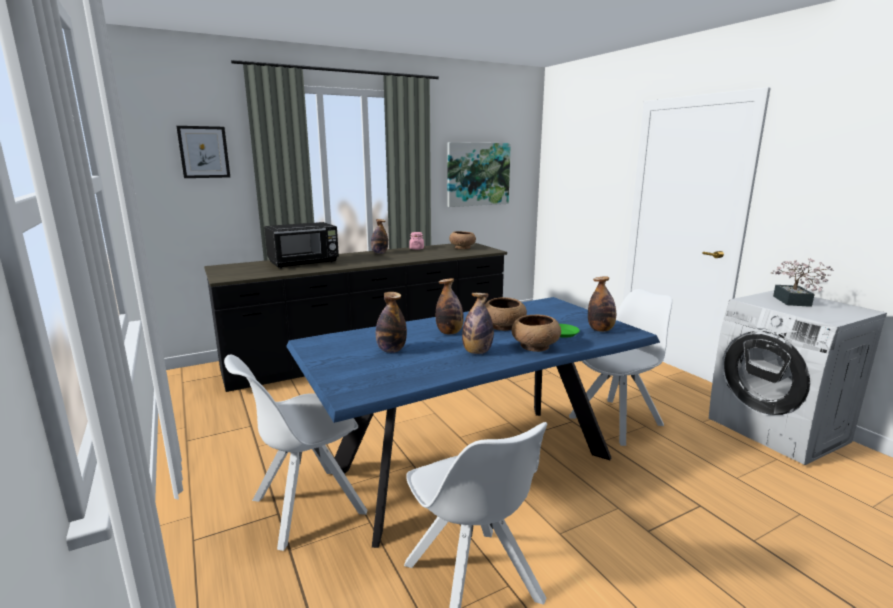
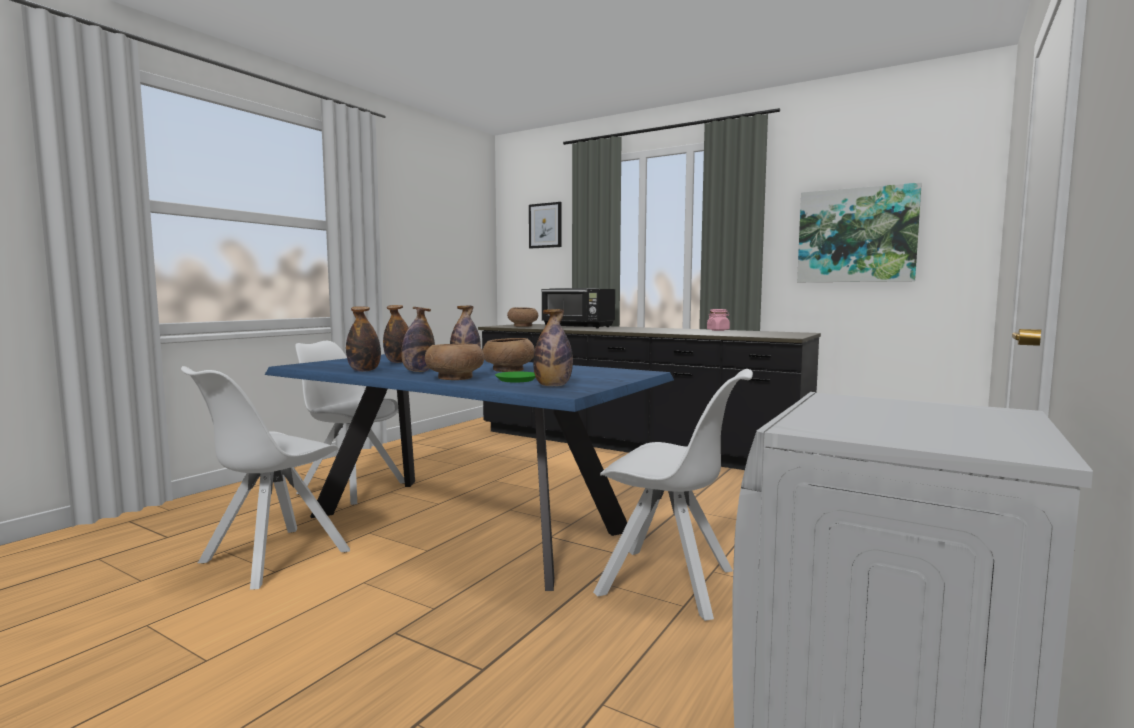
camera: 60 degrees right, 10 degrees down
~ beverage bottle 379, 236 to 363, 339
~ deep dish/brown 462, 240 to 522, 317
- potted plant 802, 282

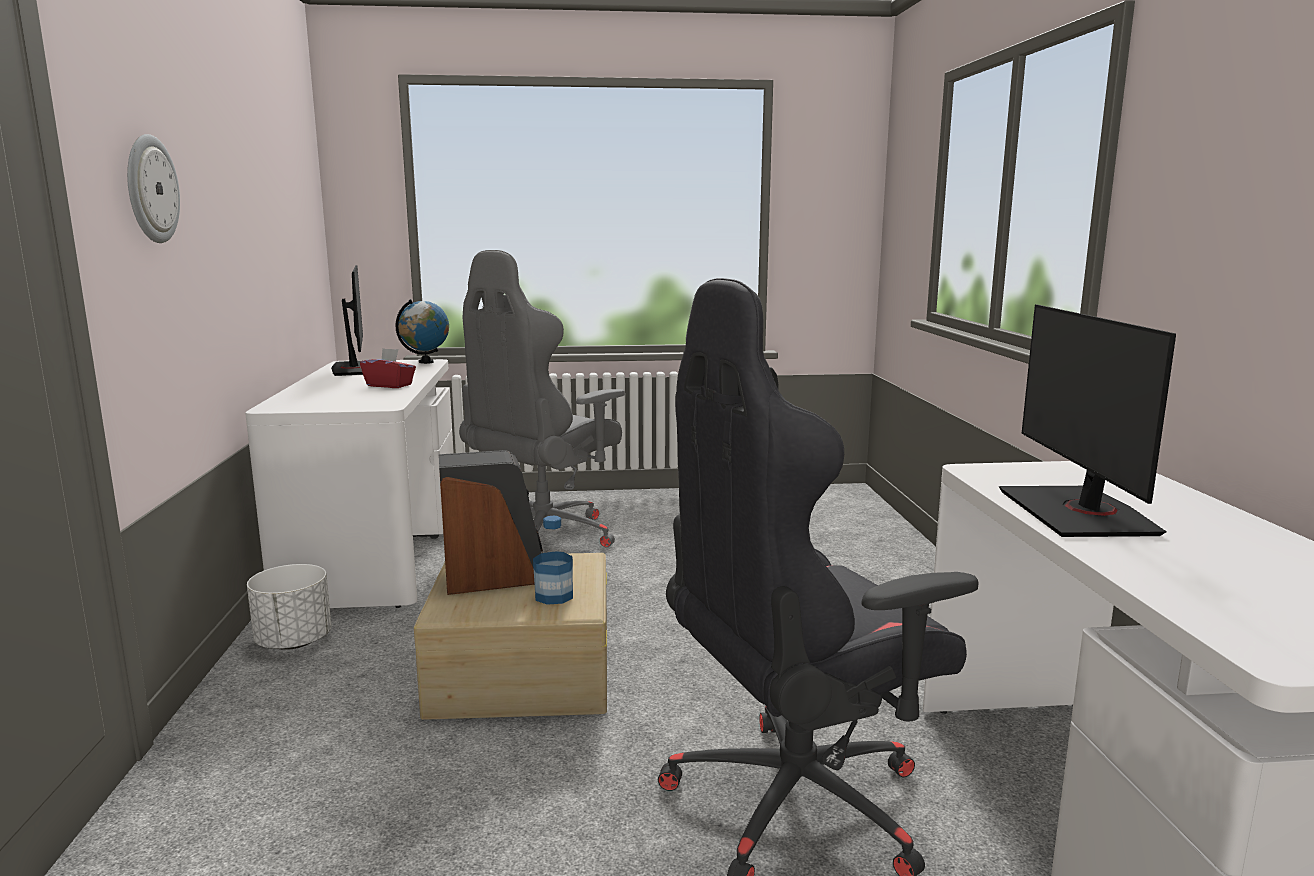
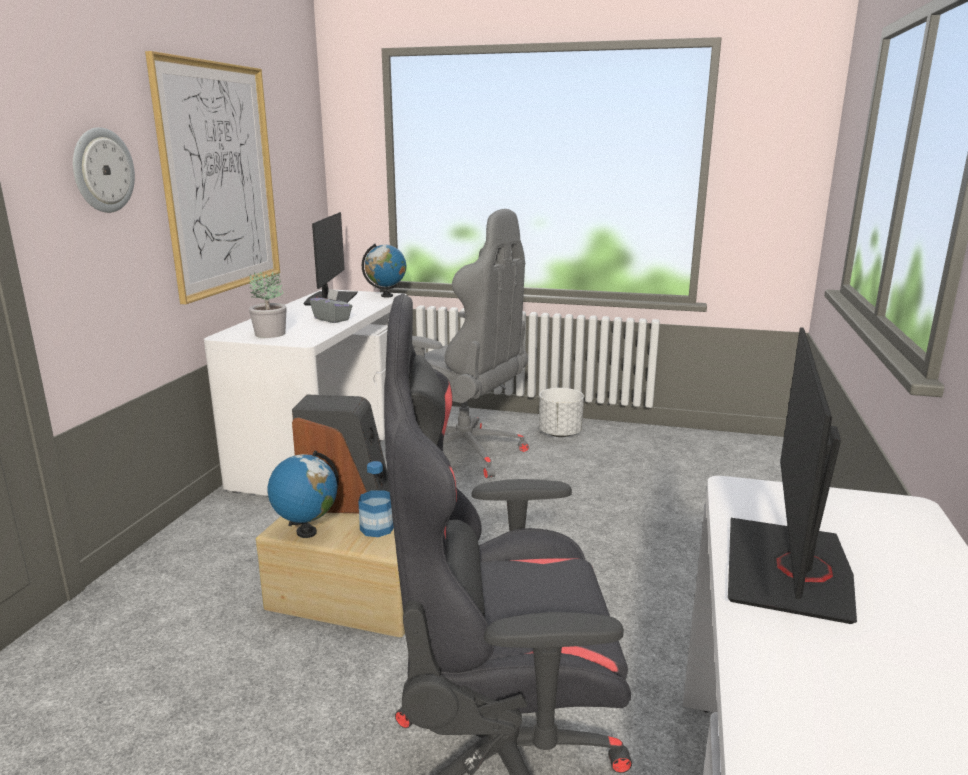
camera: 20 degrees right, 5 degrees up
+ wall picture 212, 177
+ potted plant 268, 305
+ world globe 303, 494
~ box of tissues/reddish 388, 368 to box of tissues/grey 331, 306
~ desk chair/grey 542, 398 = 470, 343 120 degrees counterclockwise
~ plant pot/white 289, 607 to 561, 412

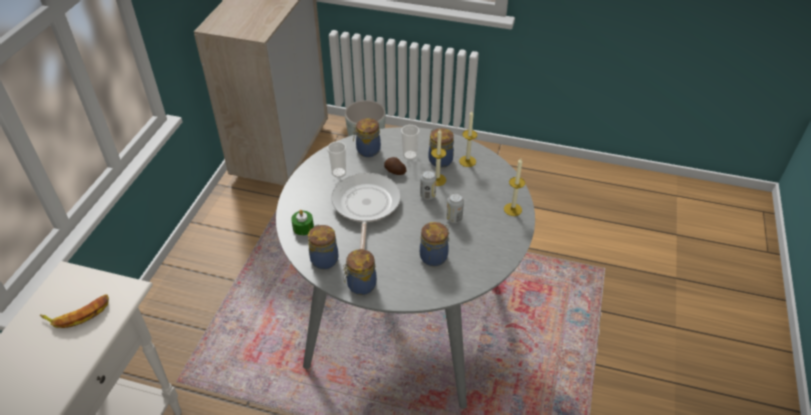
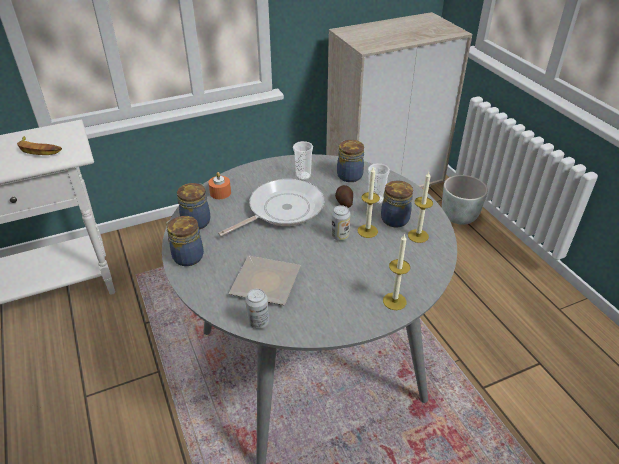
camera: 50 degrees right, 5 degrees down
~ wax light/greenish 302, 222 to wax light/orange 219, 185
~ preserve jar 434, 244 to dinner plate 265, 280
~ sealed can 455, 208 to 257, 309

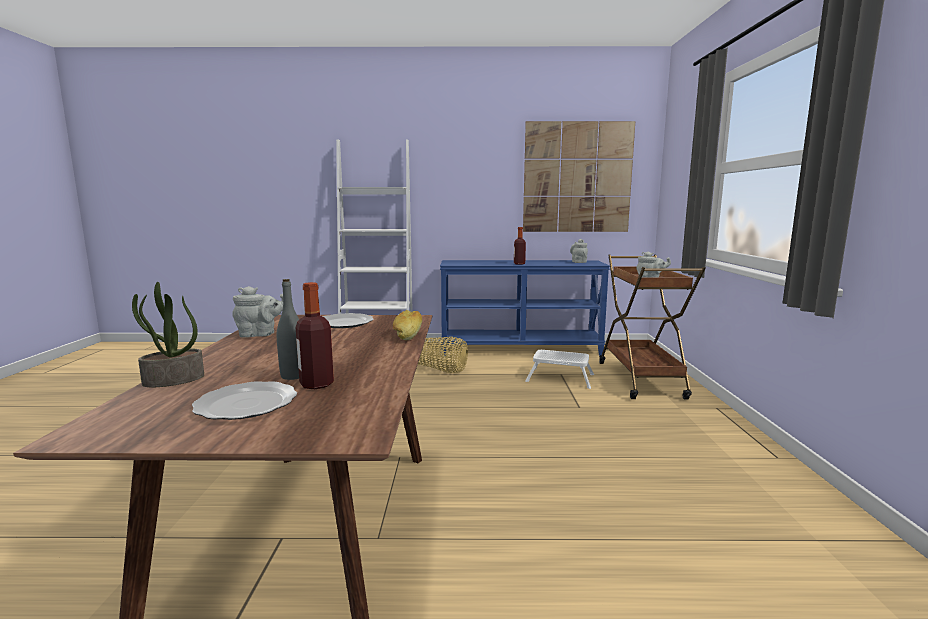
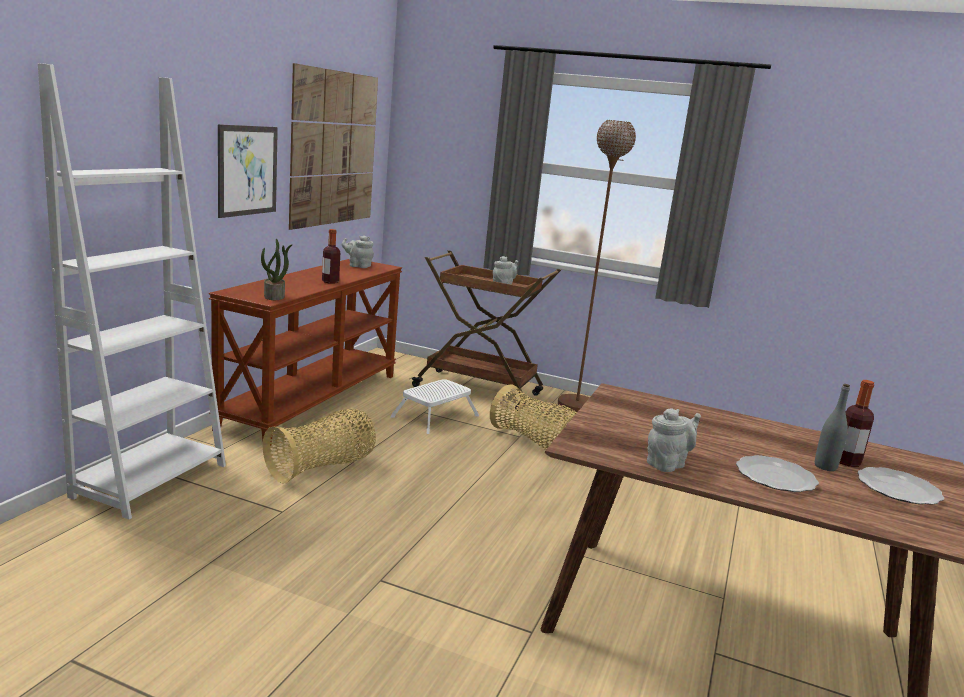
camera: 70 degrees left, 5 degrees up
~ console table/bluish 525, 308 to console table/brown 305, 352
+ wall picture 248, 171
~ potted plant 168, 334 to 277, 269
+ storage basket 533, 417
+ standing lamp/brown 597, 266
~ teapot/grey 257, 312 = 674, 440 45 degrees clockwise
~ dinner plate 348, 320 to 777, 473
- bakery bread 407, 325

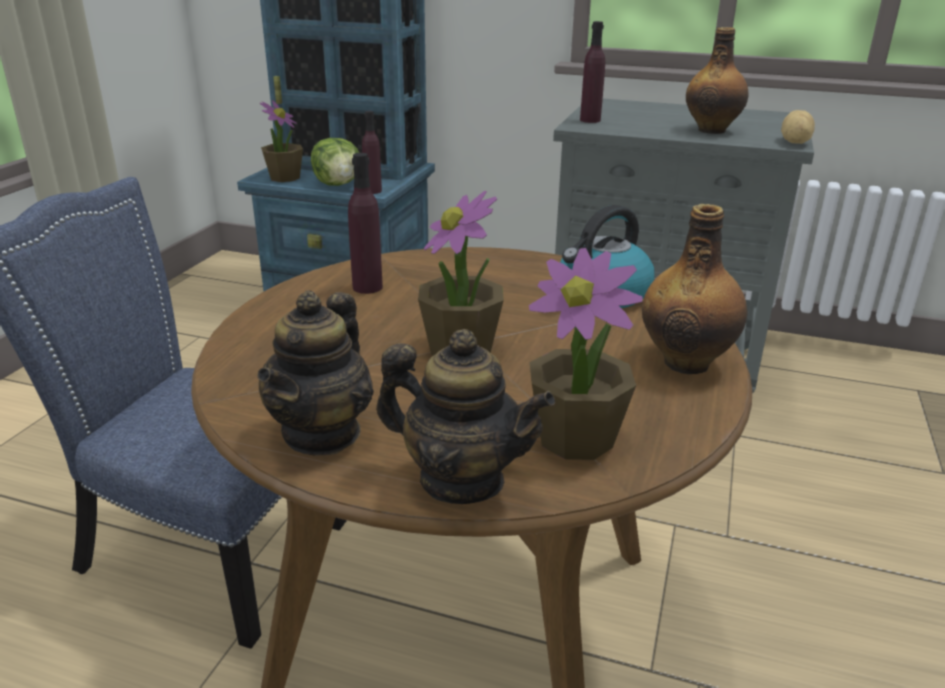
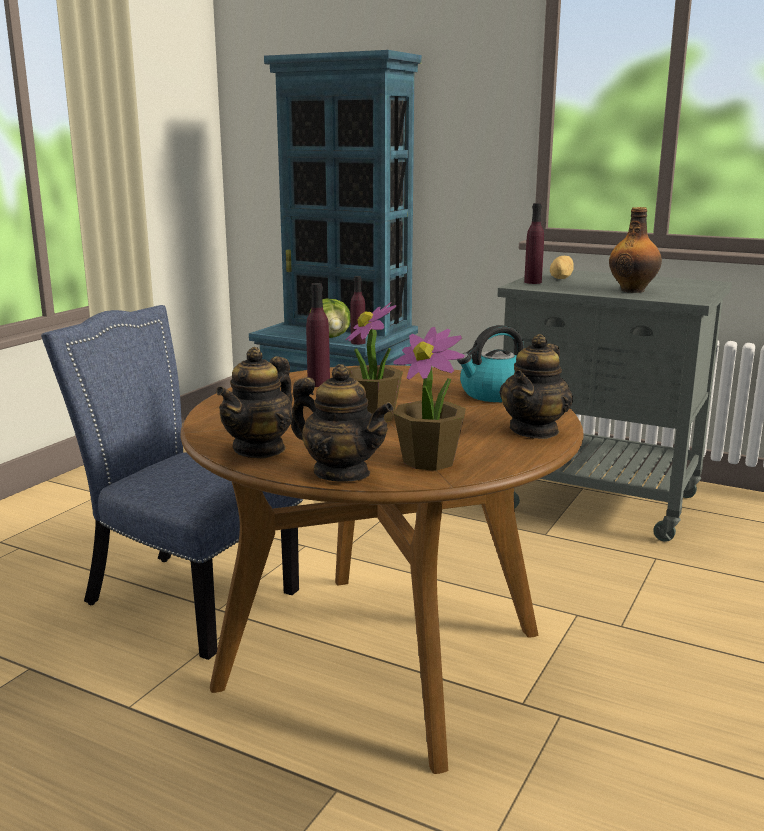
camera: 10 degrees right, 10 degrees down
~ beverage bottle 694, 289 to teapot 536, 386
~ potato 798, 127 to 562, 267
- potted plant 281, 141

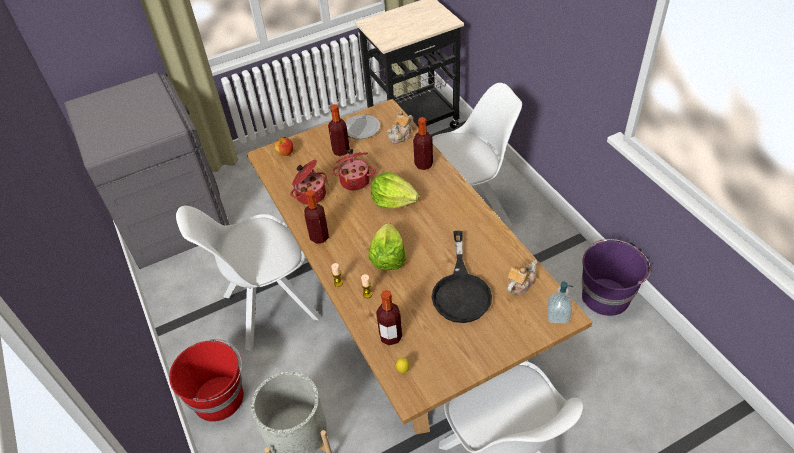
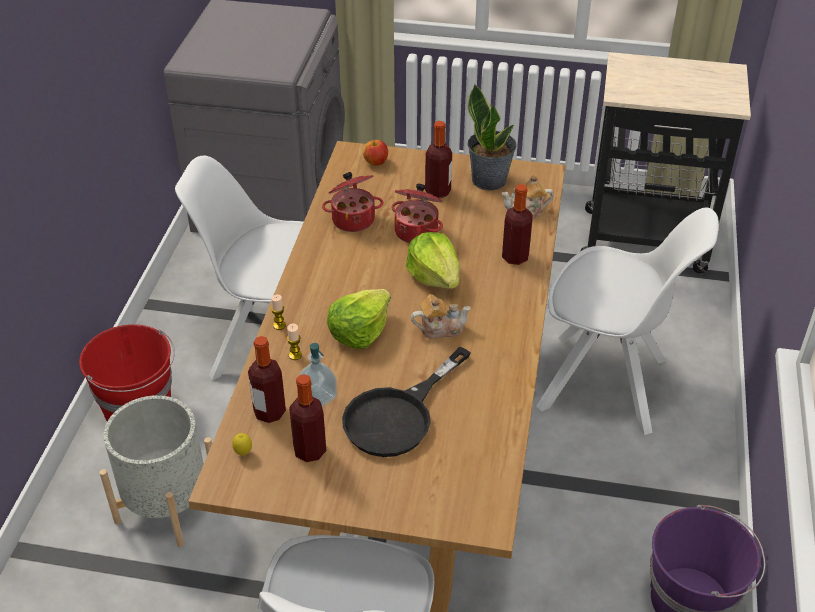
camera: 35 degrees right, 5 degrees down
~ beverage bottle 316, 217 to 307, 418
~ soap bottle 560, 303 to 318, 375
~ teapot 522, 278 to 441, 316
~ dinner plate 362, 127 to potted plant 492, 137

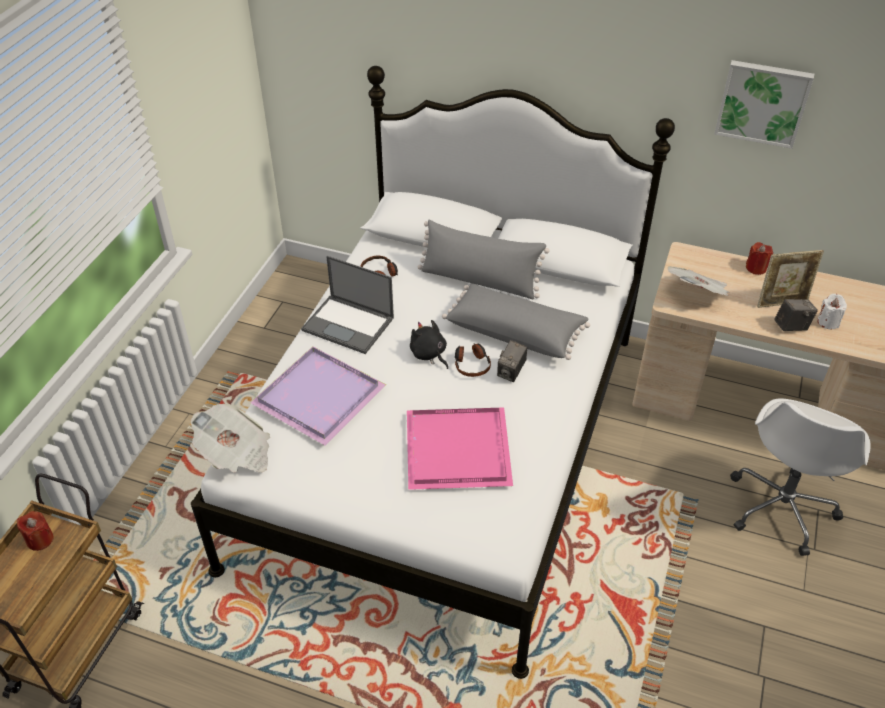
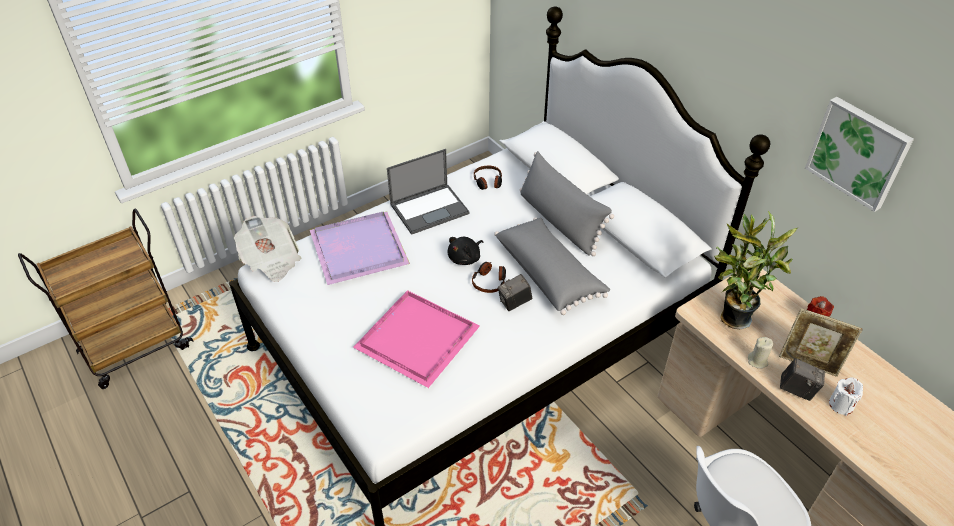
camera: 35 degrees right, 0 degrees up
~ notebook computer 347, 305 = 428, 192 90 degrees counterclockwise
~ soft toy/blackish 429, 344 = 465, 251 135 degrees counterclockwise
~ newspaper 699, 281 to potted plant 756, 270
+ wax light/beige-coloured 760, 353
- wax light/reddish 35, 531

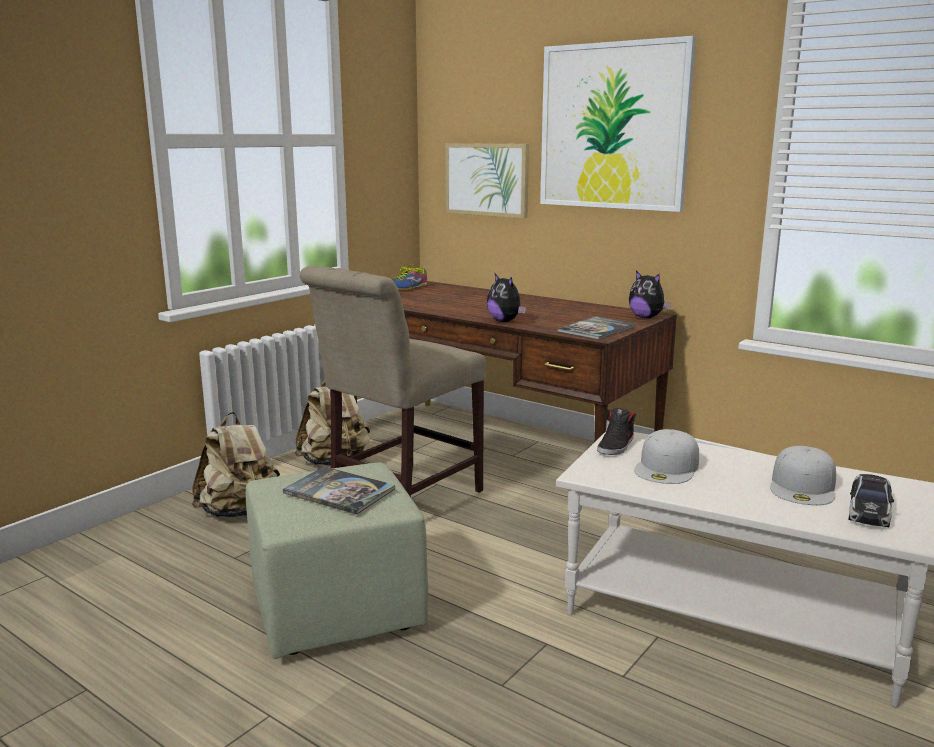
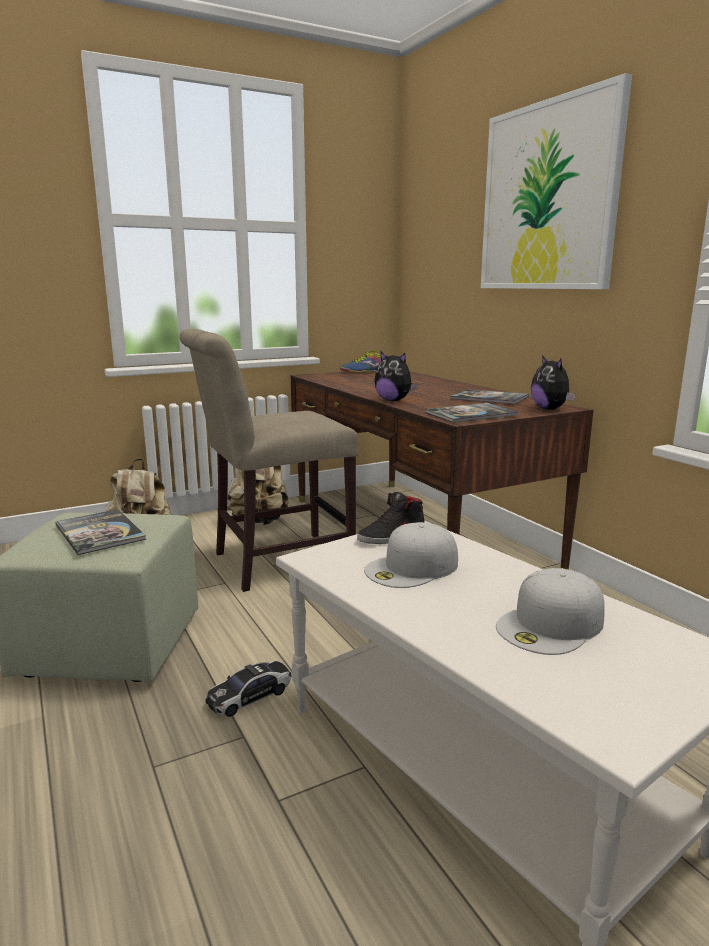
camera: 25 degrees right, 0 degrees up
~ toy car 871, 500 to 248, 689
~ soft toy 506, 298 = 396, 376 45 degrees counterclockwise
+ book 489, 396
- wall picture 487, 180

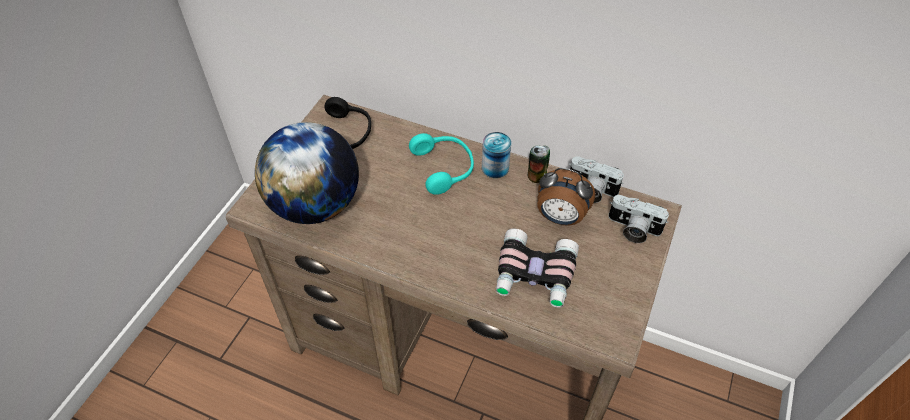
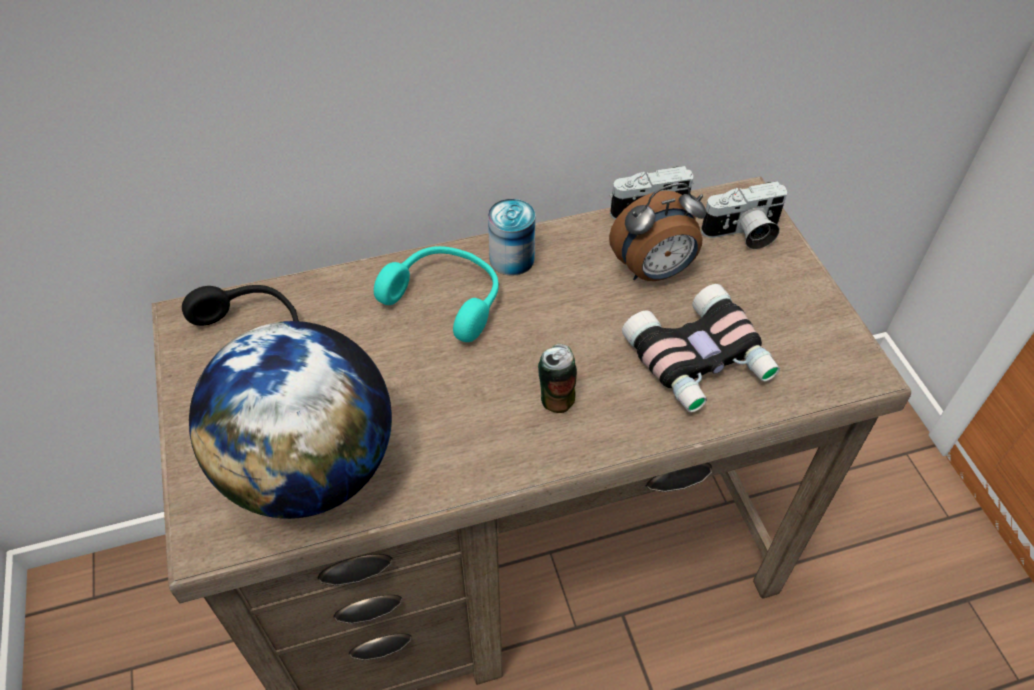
camera: 40 degrees left, 0 degrees up
~ sealed can 539, 164 to 557, 378

